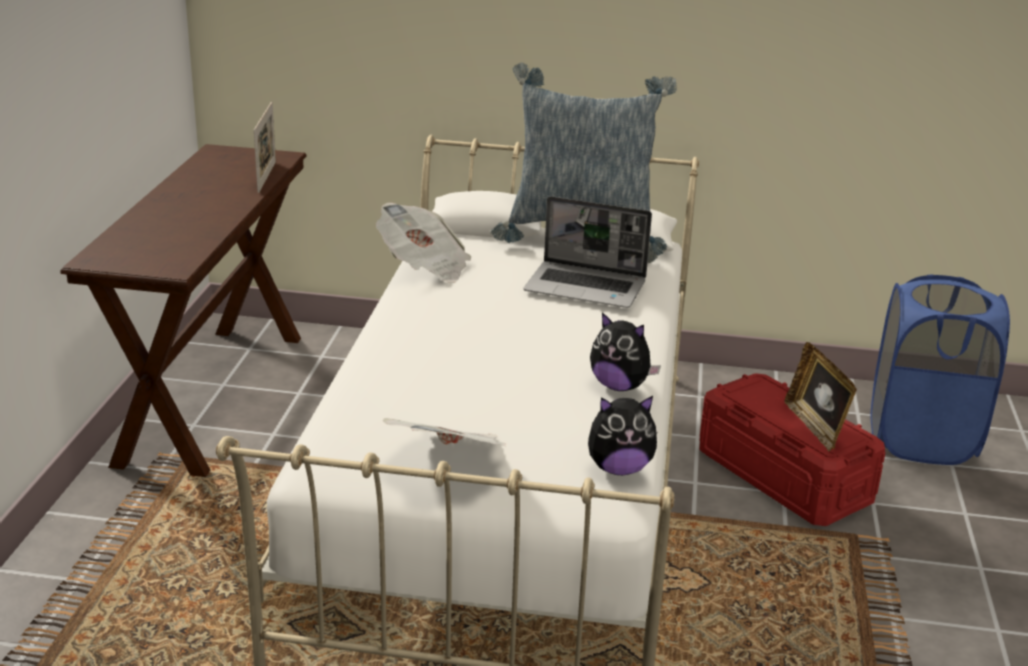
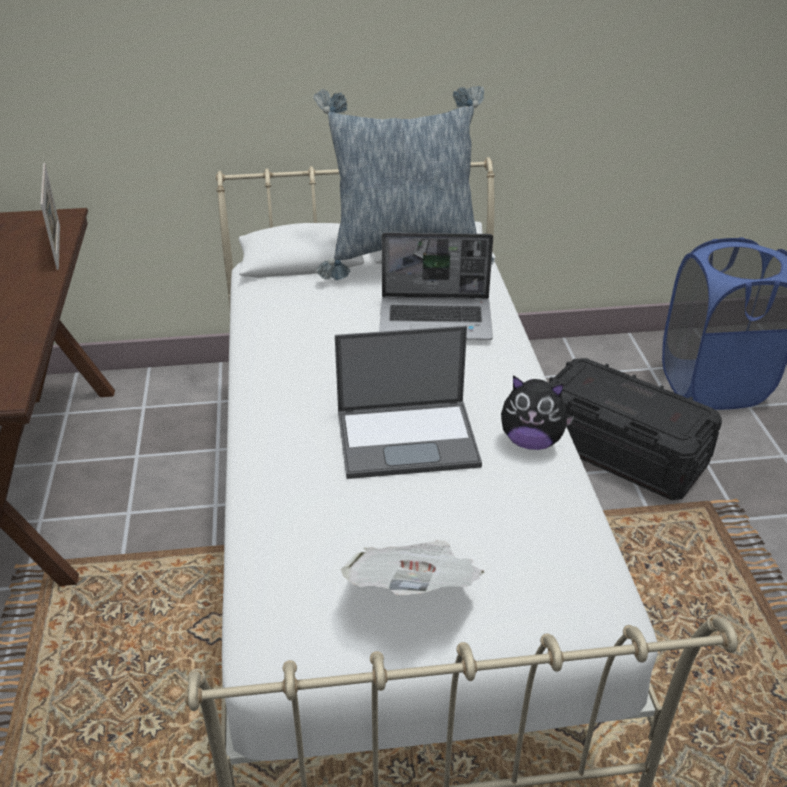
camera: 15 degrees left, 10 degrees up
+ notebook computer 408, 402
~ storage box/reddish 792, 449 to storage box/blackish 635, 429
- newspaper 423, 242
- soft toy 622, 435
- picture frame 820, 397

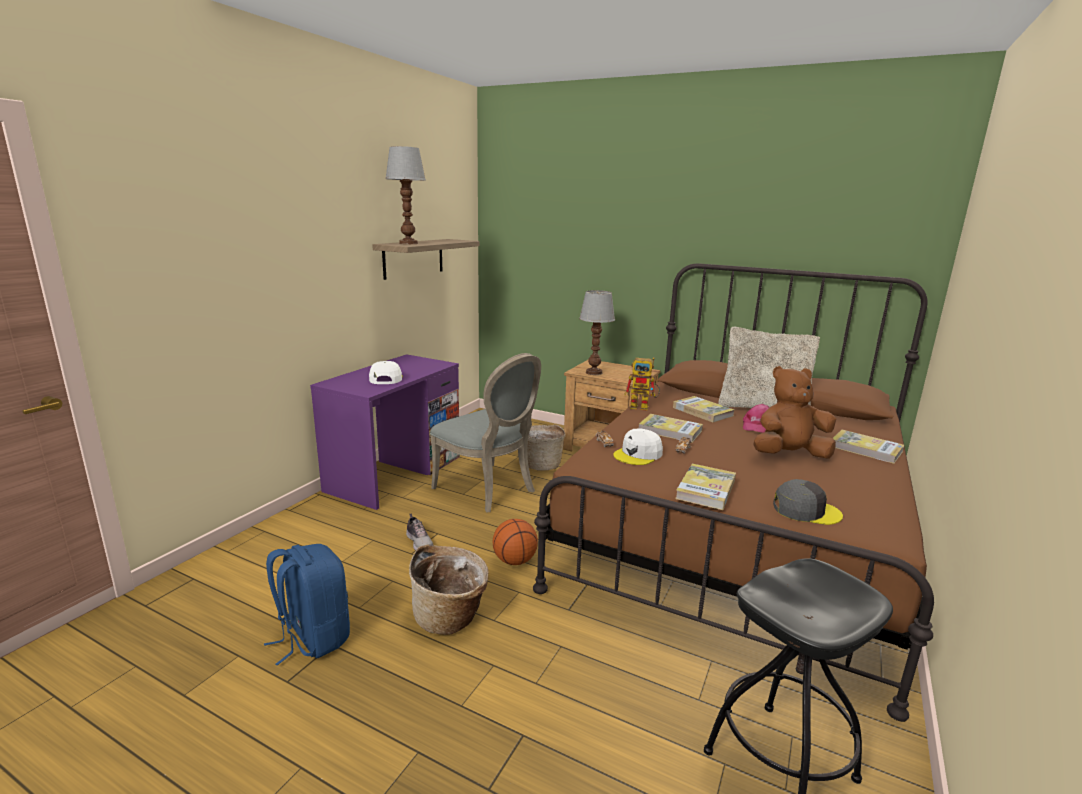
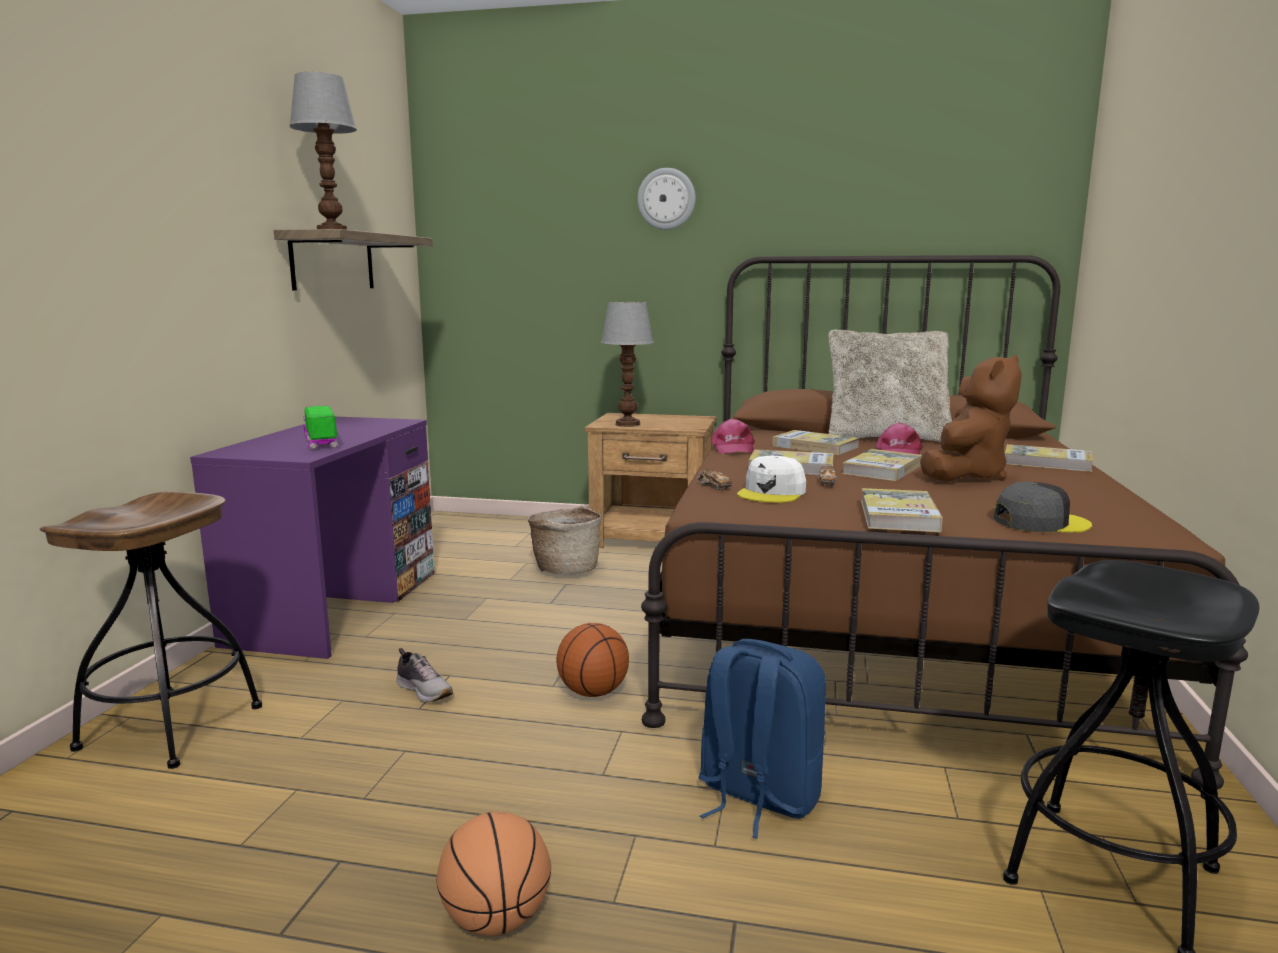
camera: 15 degrees left, 5 degrees down
+ sitting stool/brown 151, 630
~ baseball cap/white 386, 372 to toy truck 321, 428
+ ball for basketball 494, 874
+ hanging clock 666, 199
~ knapsack/bluish 307, 605 to 762, 739
~ model robot 642, 384 to baseball cap/pink 733, 436
+ book 882, 465
~ soft toy/brown 795, 412 = 971, 418 150 degrees clockwise
- storage basket 448, 590
- chair/grey 485, 433

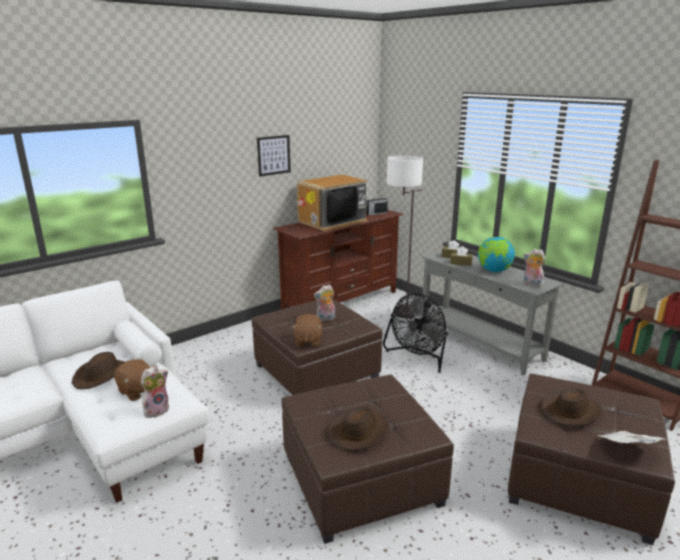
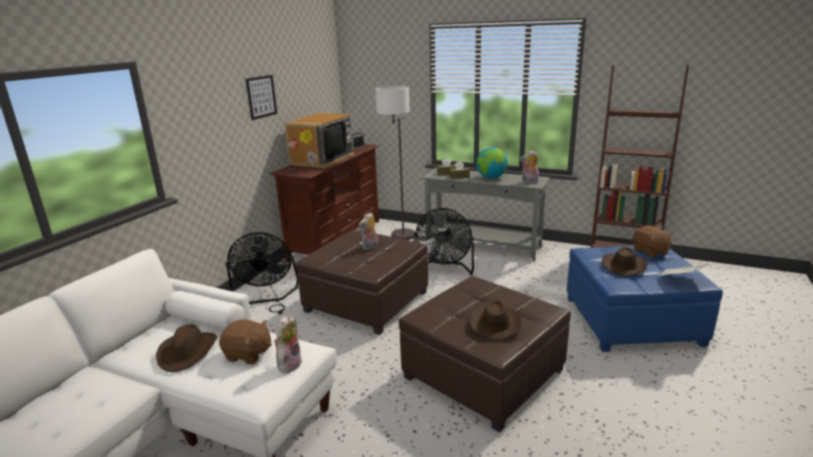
camera: 25 degrees left, 0 degrees up
+ fan/blackish 261, 273
~ ottoman/brown 591, 459 to ottoman/bluish 645, 299
~ soft toy/brown 306, 330 to 653, 242

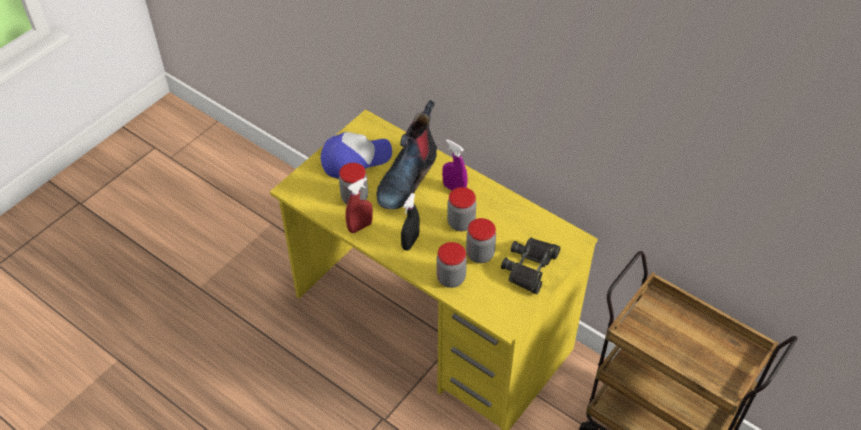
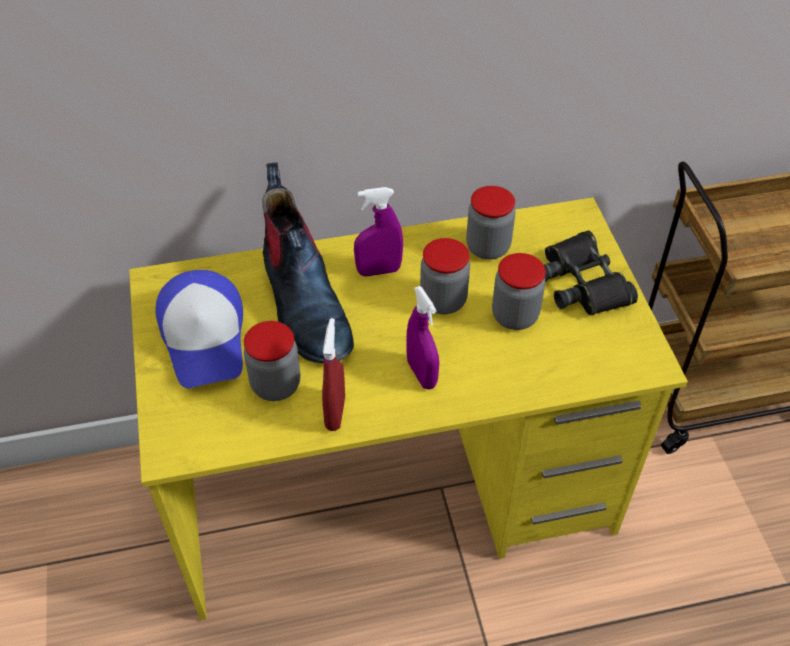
camera: 50 degrees left, 0 degrees up
~ baseball cap 356, 155 = 199, 329 150 degrees clockwise
~ spray bottle/blackish 410, 222 to spray bottle/purple 422, 338
~ preserve jar 452, 265 to 490, 223

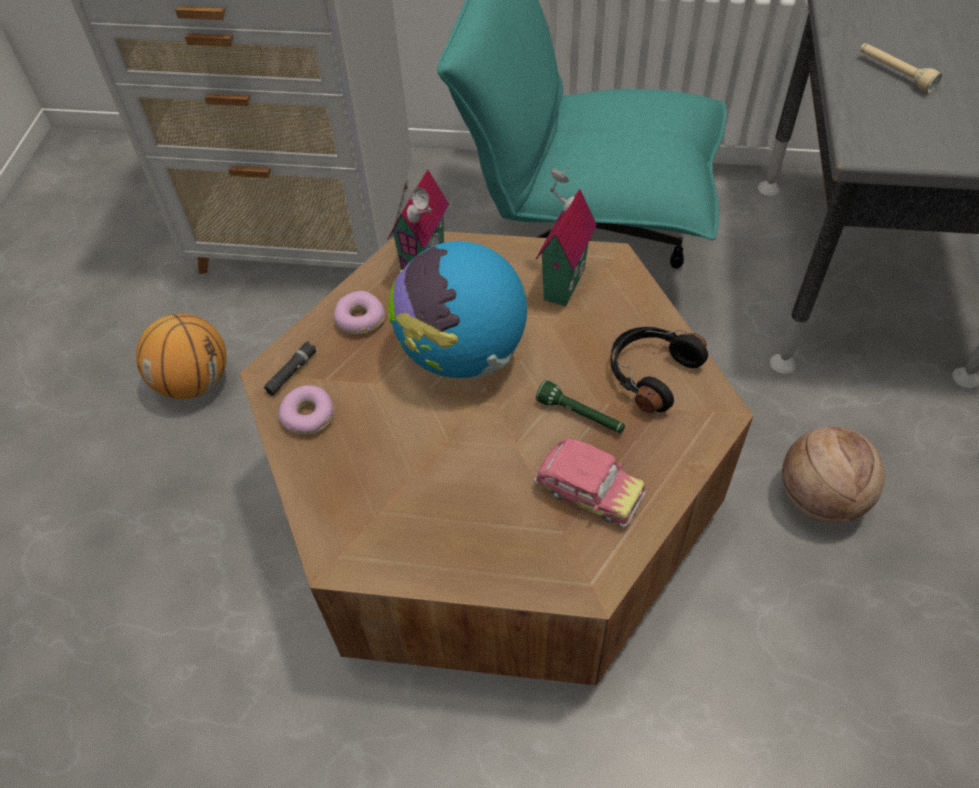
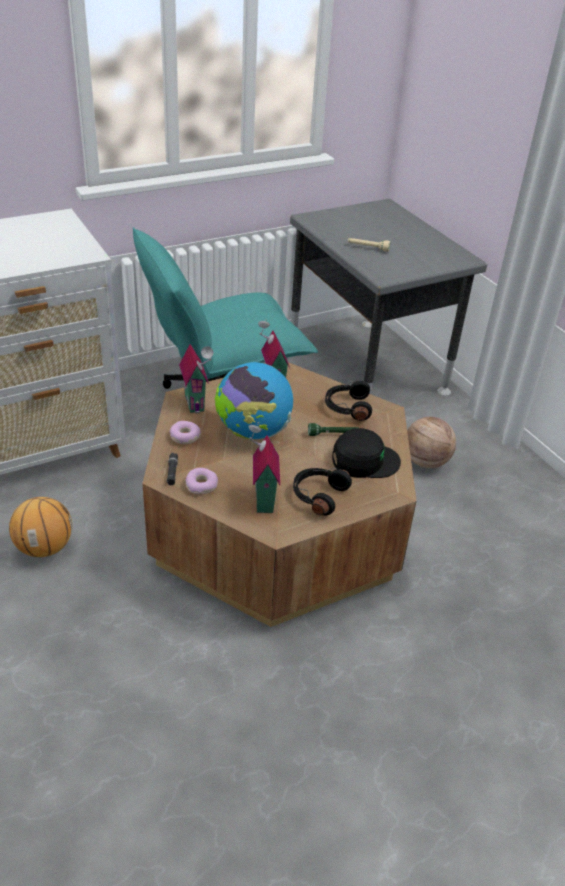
camera: 40 degrees left, 15 degrees down
+ toy house 264, 467
+ headphones/blackish 322, 492
~ toy car 589, 483 to baseball cap/blackish 366, 453

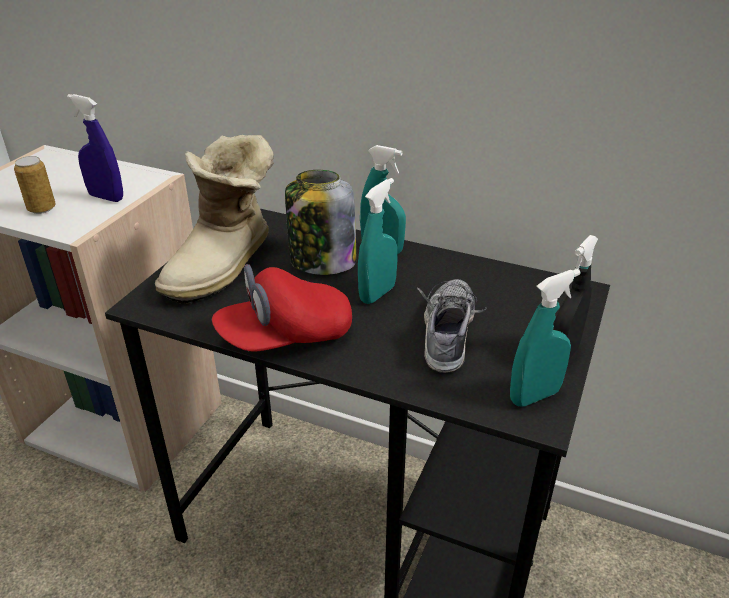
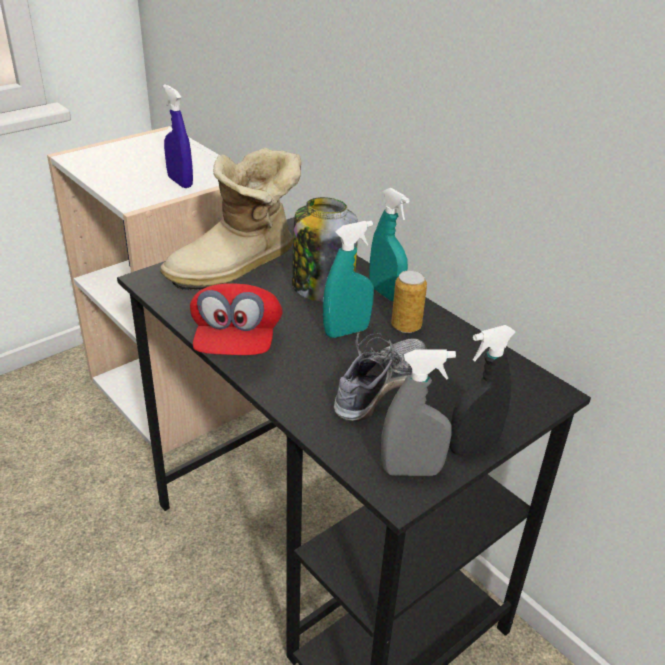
camera: 25 degrees right, 0 degrees up
~ baseball cap/reddish 282, 308 = 236, 319 90 degrees counterclockwise
~ spray bottle/blue-green 545, 338 to spray bottle/grey 418, 412
~ sealed can 35, 185 to 409, 301

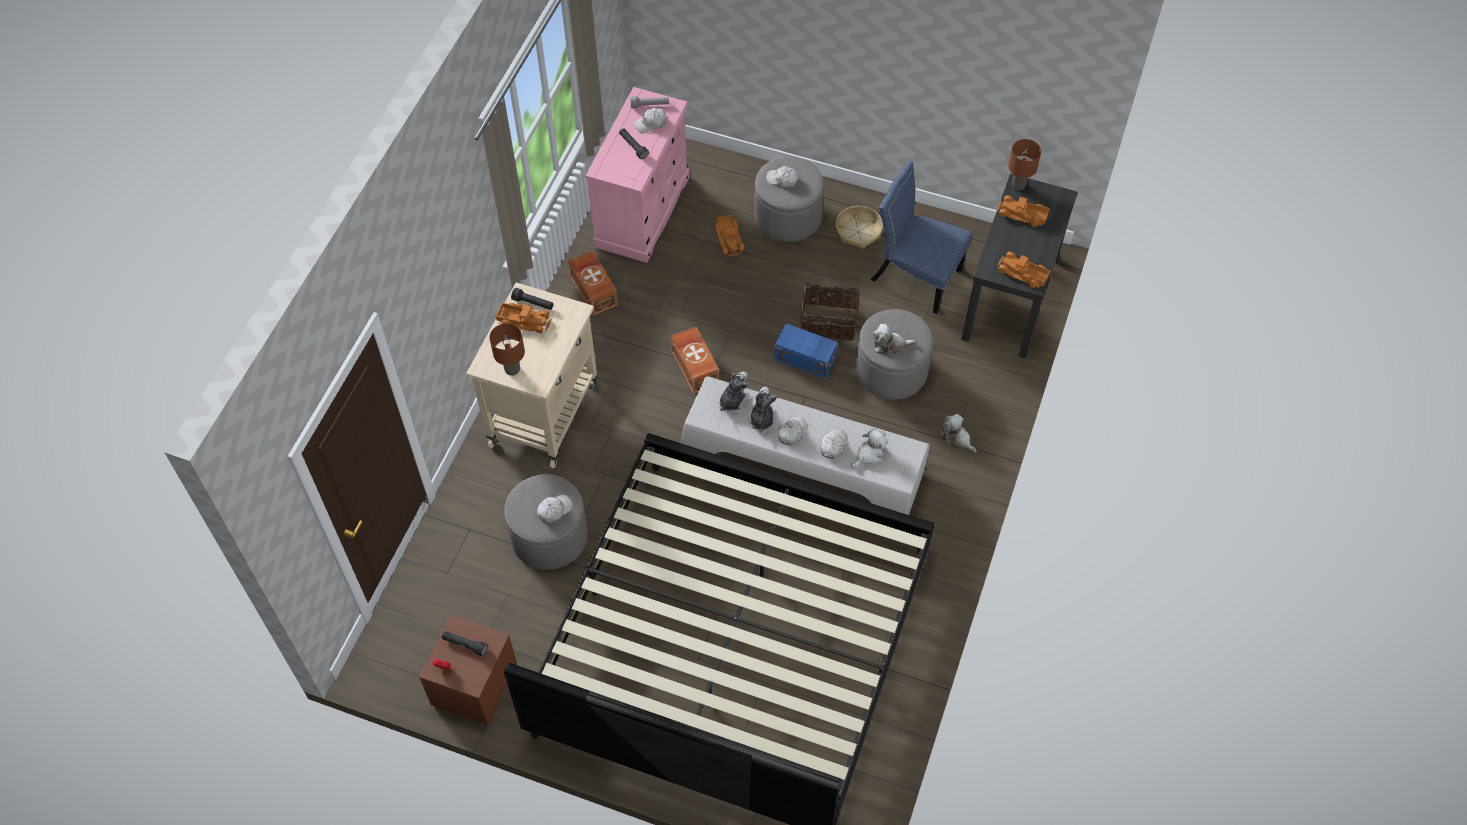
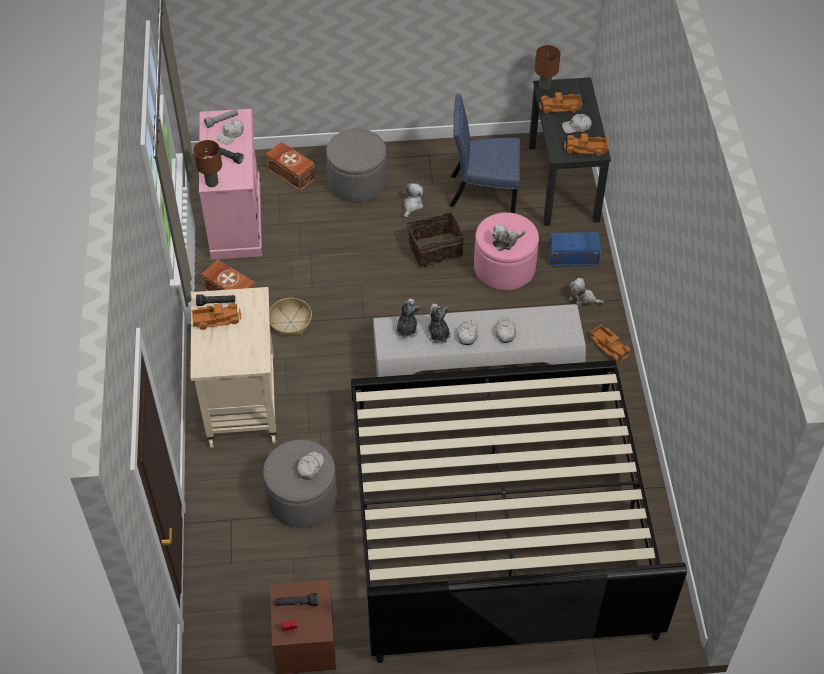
camera: 25 degrees left, 5 degrees down
~ tabletop lamp/brown 507, 349 to 207, 163
~ storage box/brown 695, 360 to 291, 166
~ storage basket 859, 227 to 290, 317
~ soft toy 869, 448 to 413, 200
~ ottoman/grey 894, 354 to ottoman/pink 506, 251
~ storage box/bluish 806, 351 to 575, 249
~ baseball cap/white 782, 177 to 577, 123
~ toy truck 729, 235 to 610, 343

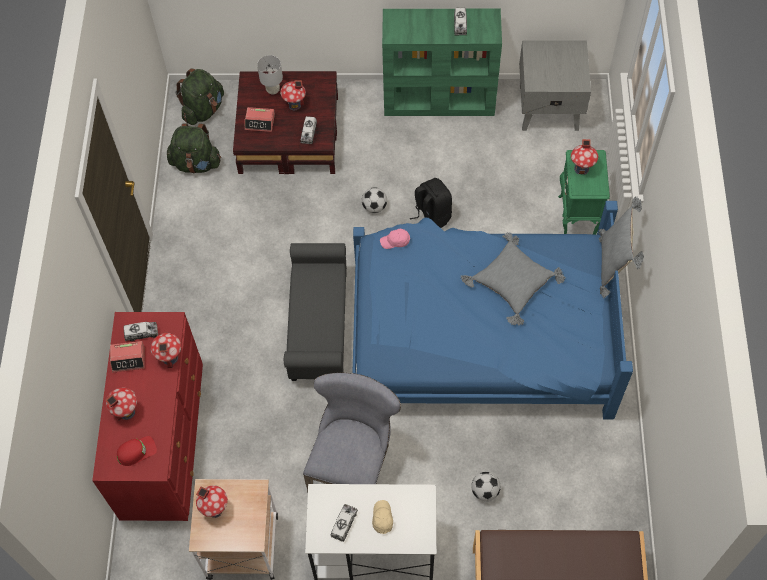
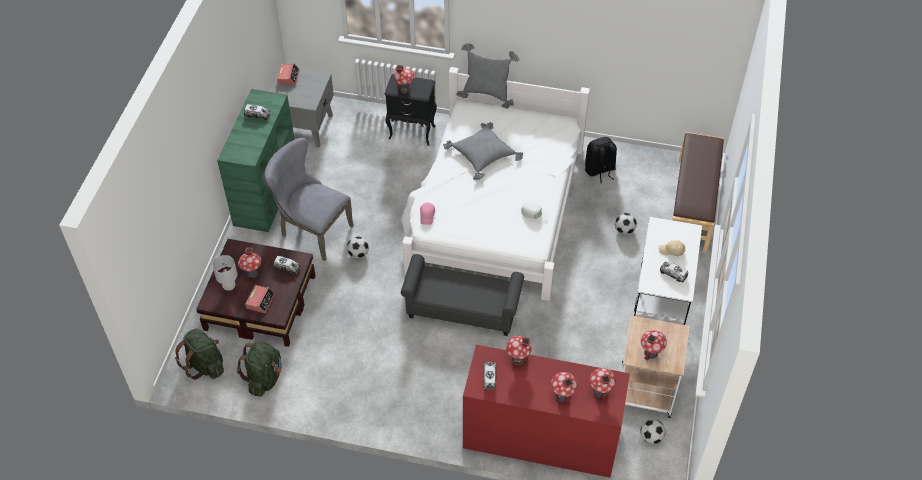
camera: 80 degrees left, 10 degrees down
~ chair/grey 352, 433 to 309, 199
~ bedside clock 127, 357 to 288, 74
~ nightstand/greenish 584, 192 to nightstand/blackish 411, 110
~ sleeping bed/bluish 492, 310 to sleeping bed/white 496, 184
+ baseball cap/white 535, 213
~ knapsack/blackish 431, 203 to 601, 160
~ baseball cap/reddish 137, 451 to toy house 602, 384
+ football 652, 431

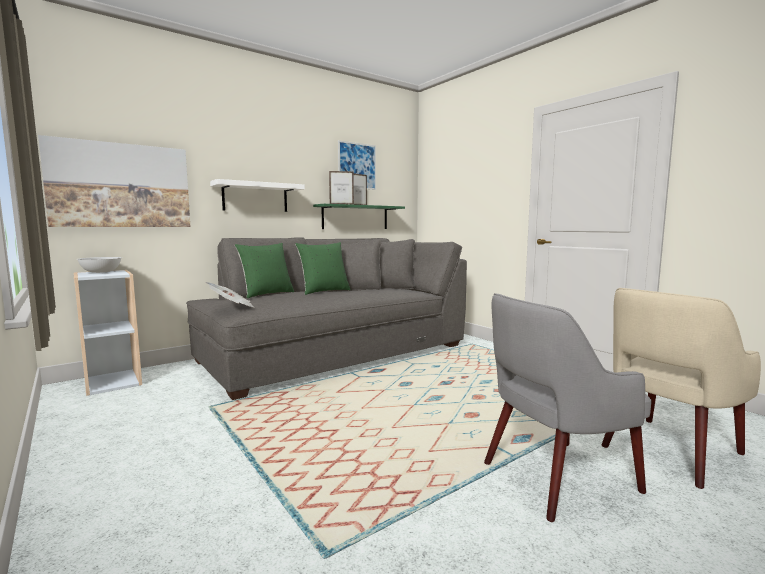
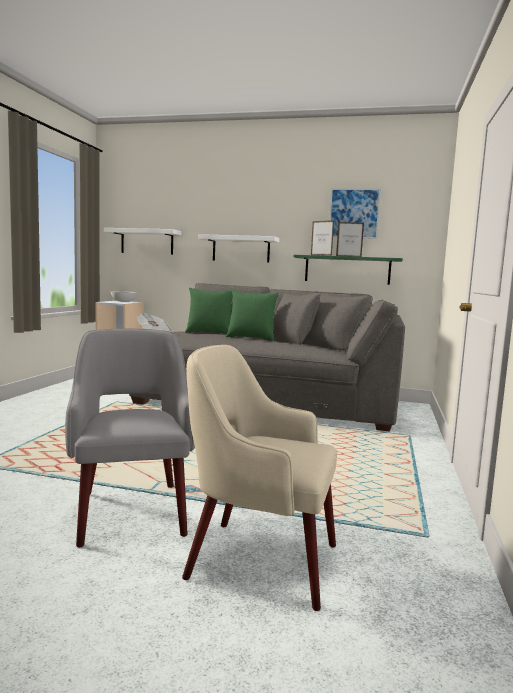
camera: 50 degrees right, 0 degrees up
~ easy chair/grey 568, 407 = 130, 437 45 degrees clockwise
~ wall picture 114, 181 to bracket shelf/white 143, 241

